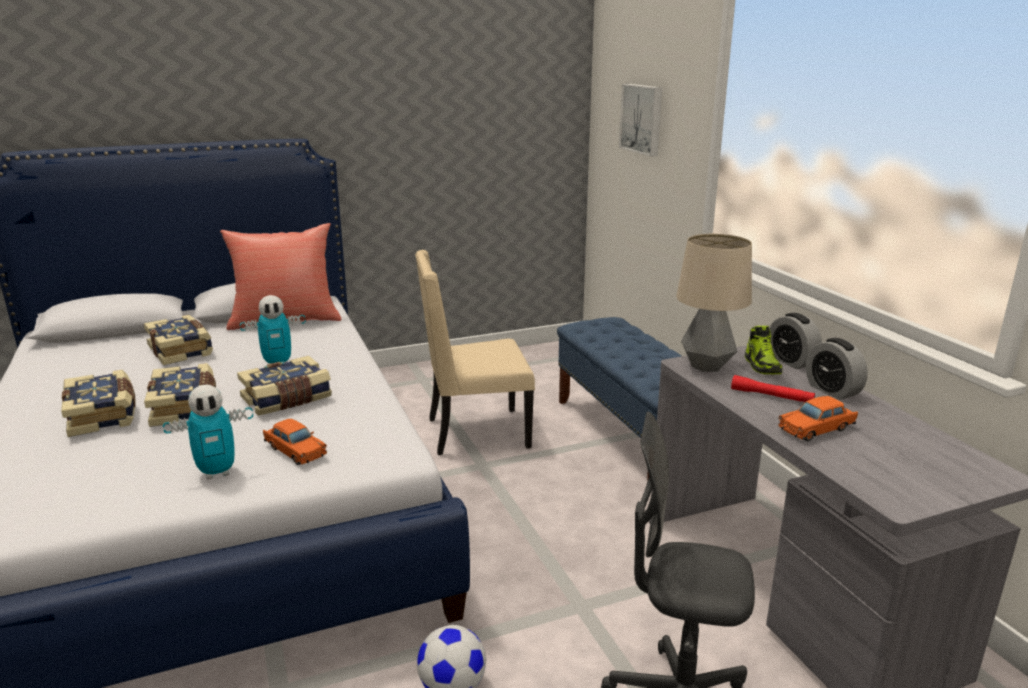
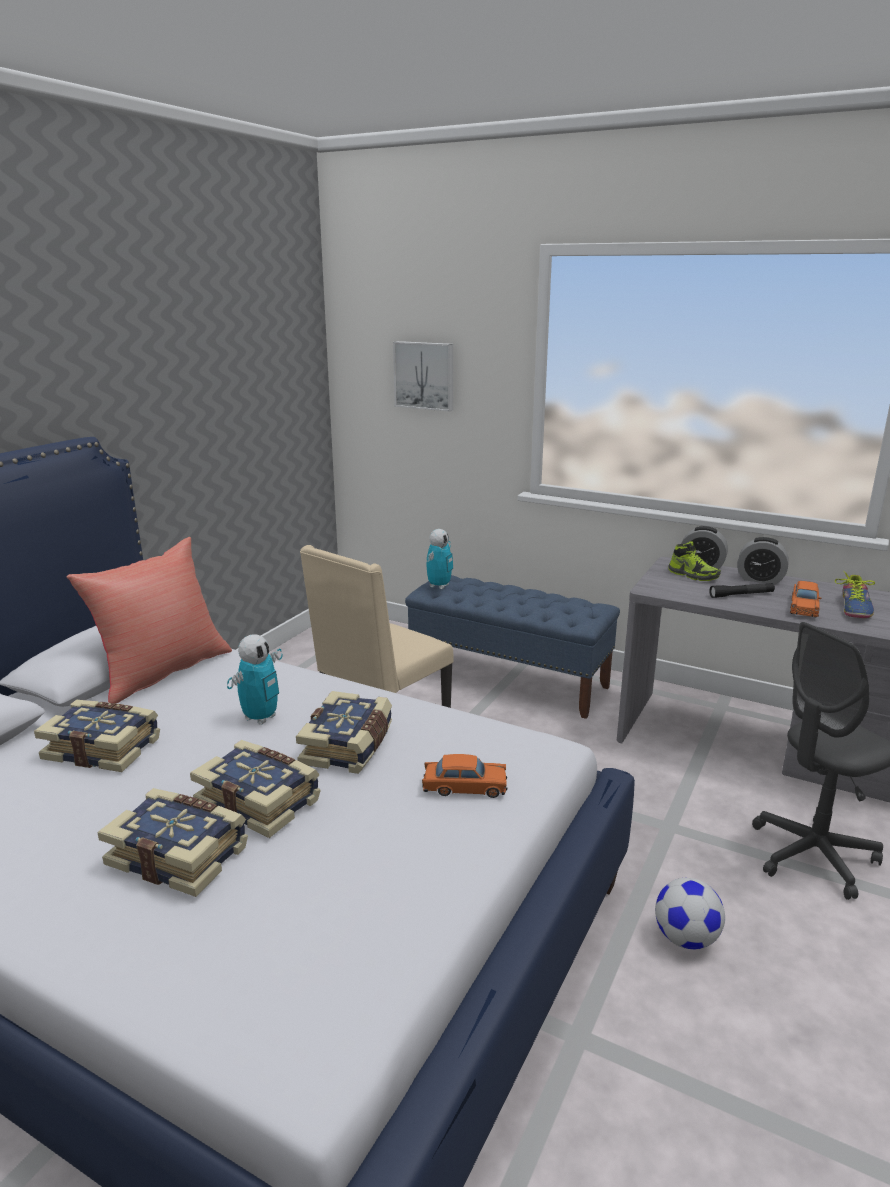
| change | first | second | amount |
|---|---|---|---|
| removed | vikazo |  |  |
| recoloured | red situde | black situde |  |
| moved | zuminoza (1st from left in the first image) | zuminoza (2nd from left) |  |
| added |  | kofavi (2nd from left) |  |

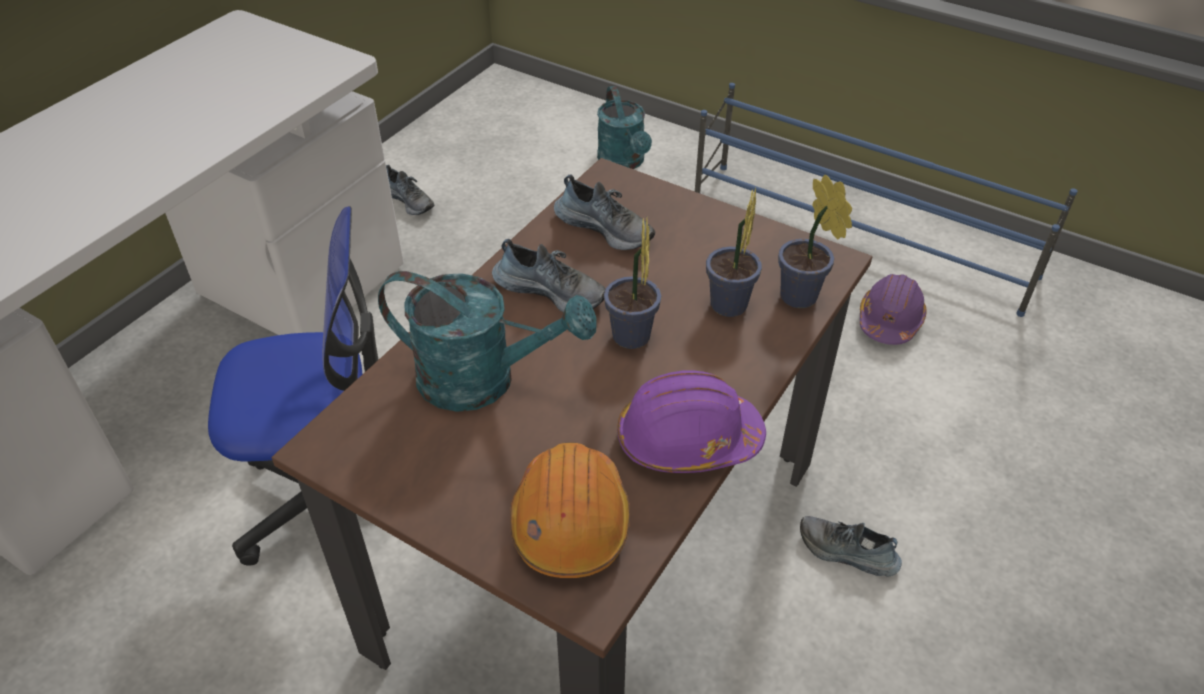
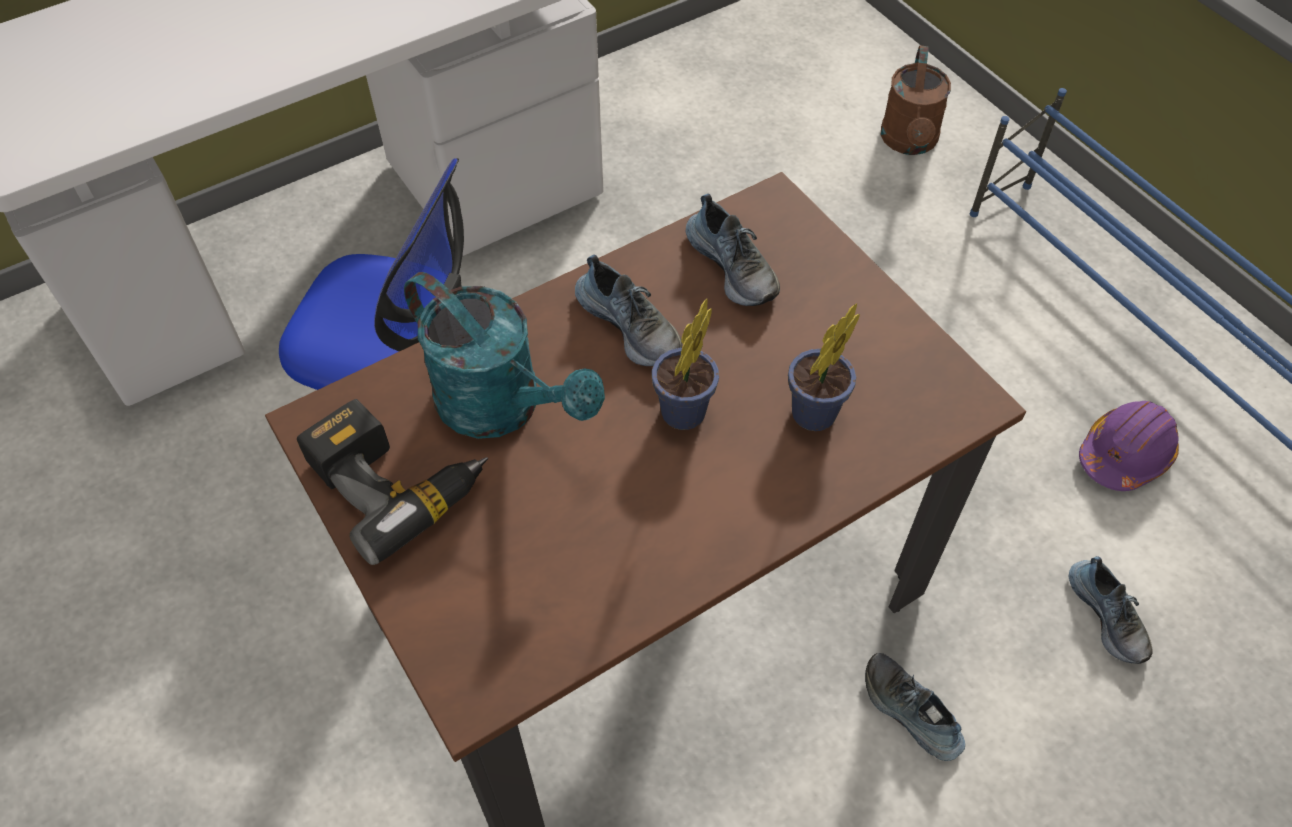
| change | first | second | amount |
|---|---|---|---|
| recoloured | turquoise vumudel (2nd from left) | brown vumudel |  |
| moved | kofavi (1st from left in the first image) | kofavi (4th from left) |  |
| removed | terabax (3rd from left) |  |  |
| removed | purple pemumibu (1st from left) |  |  |
| removed | orange pemumibu |  |  |
| added |  | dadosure |  |

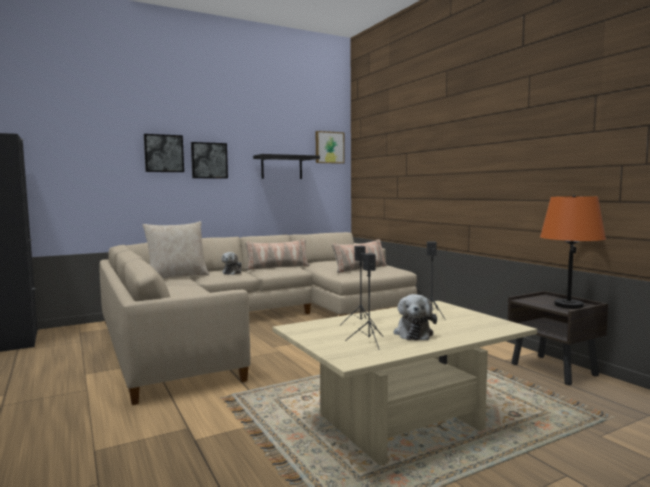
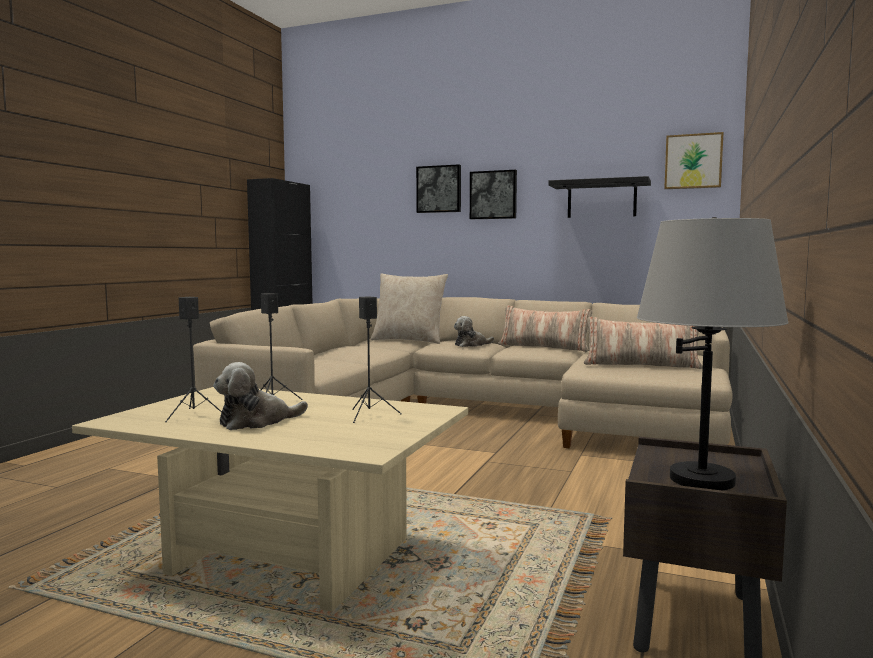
| change | first | second | amount |
|---|---|---|---|
| recoloured | orange vikazo | grey vikazo |  |

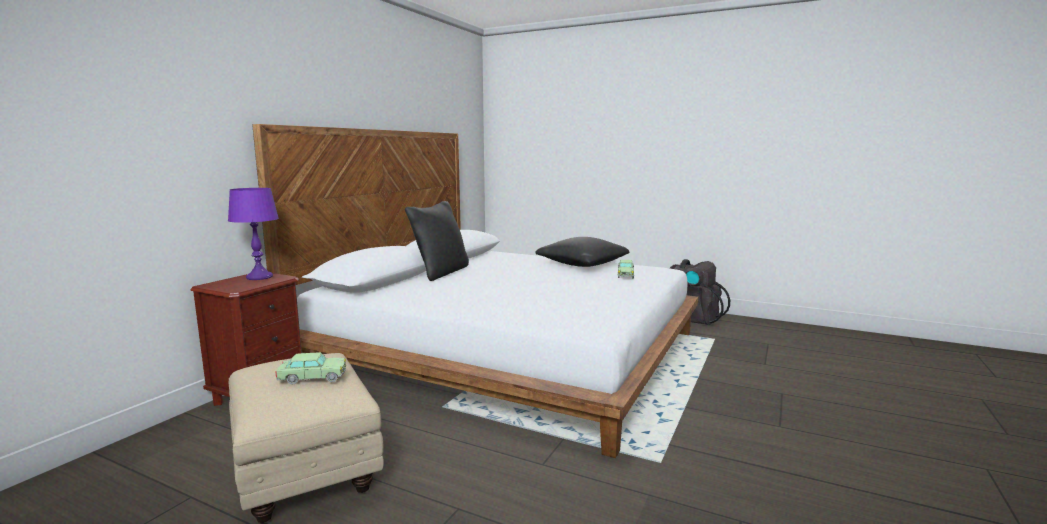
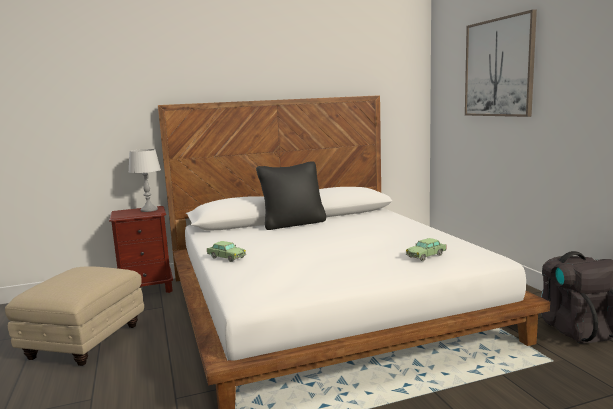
| change | first | second | amount |
|---|---|---|---|
| recoloured | purple vikazo | grey vikazo |  |
| removed | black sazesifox (2nd from left) |  |  |
| moved | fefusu (1st from left) |  |  |
| added |  | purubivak |  |

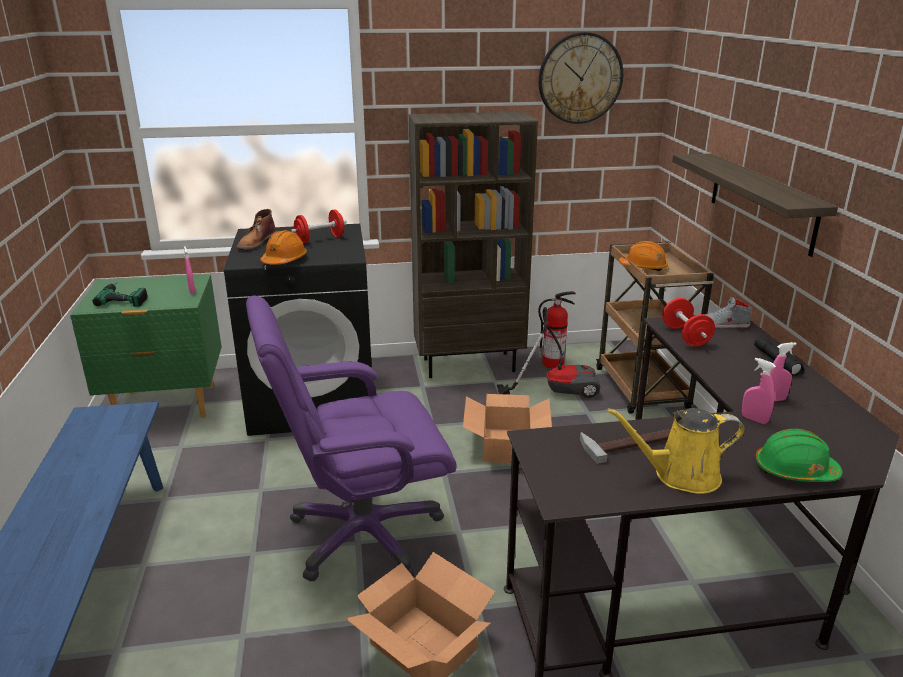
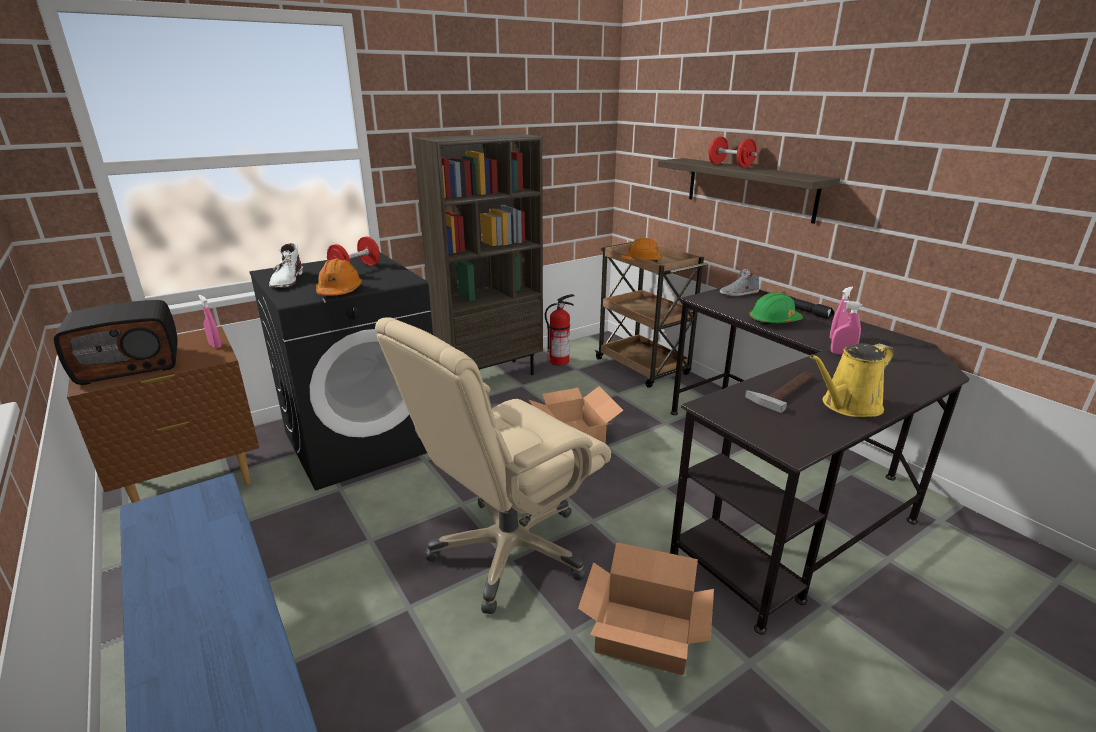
| change | first | second | amount |
|---|---|---|---|
| removed | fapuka |  |  |
| recoloured | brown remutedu | white remutedu |  |
| recoloured | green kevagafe | brown kevagafe |  |
| replaced | dadosure | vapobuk |  |
| recoloured | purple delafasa | beige delafasa |  |
| moved | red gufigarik (2nd from left) |  |  |
| removed | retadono |  |  |
| moved | green pemumibu |  |  |

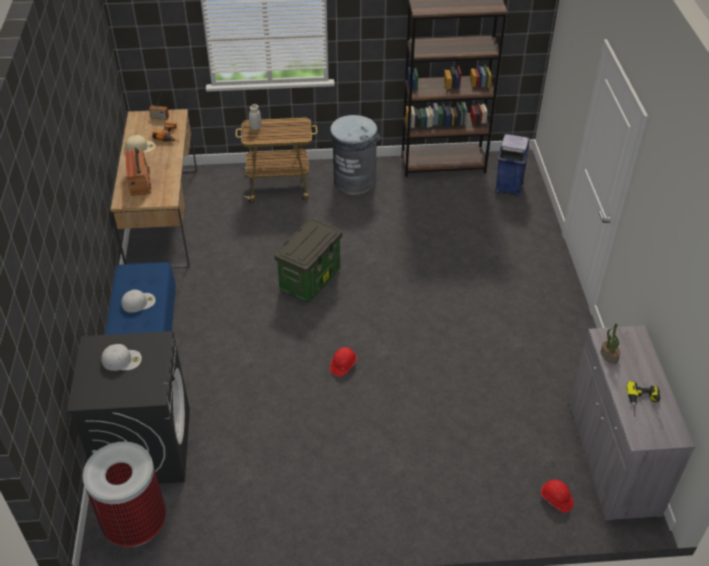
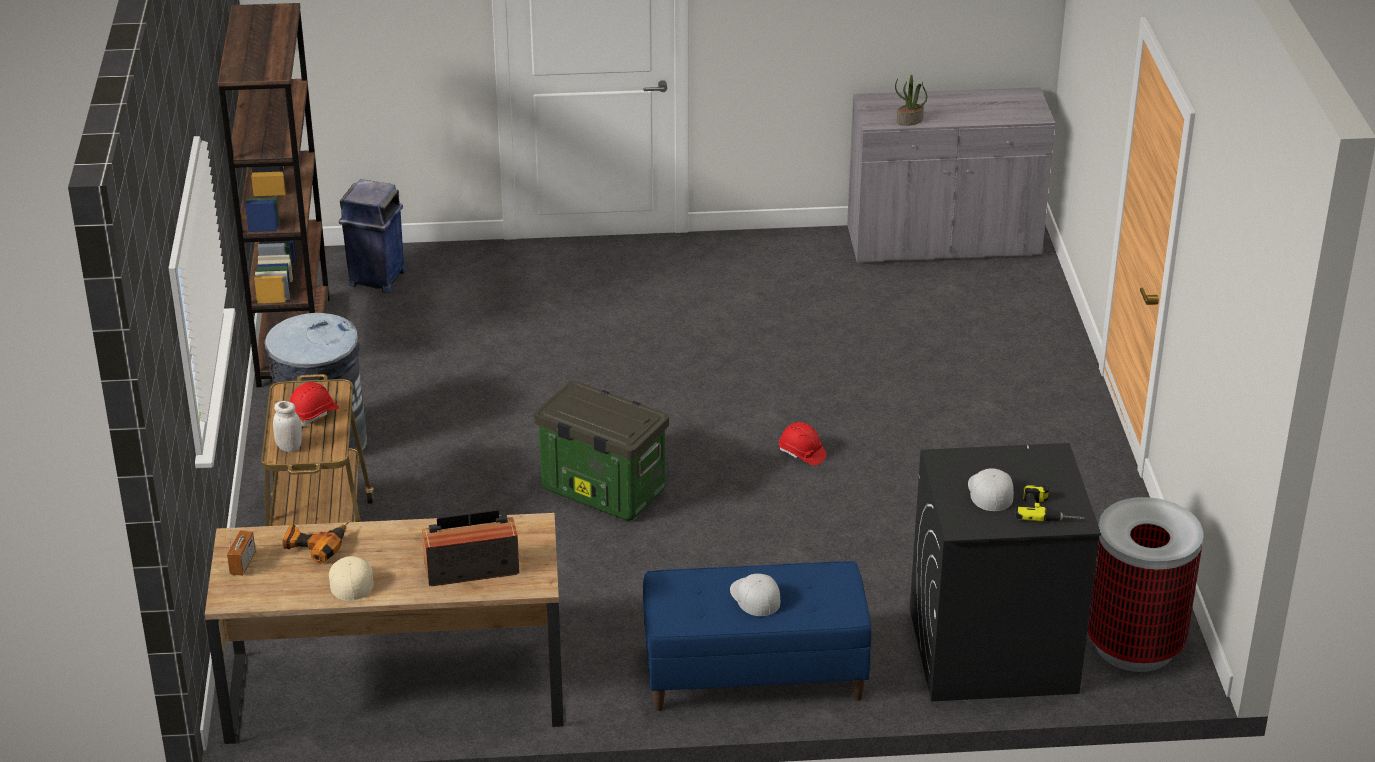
| change | first | second | amount |
|---|---|---|---|
| moved | dadosure (2nd from left) |  |  |
| moved | red pemumibu (2nd from left in the first image) | red pemumibu (1st from left) |  |

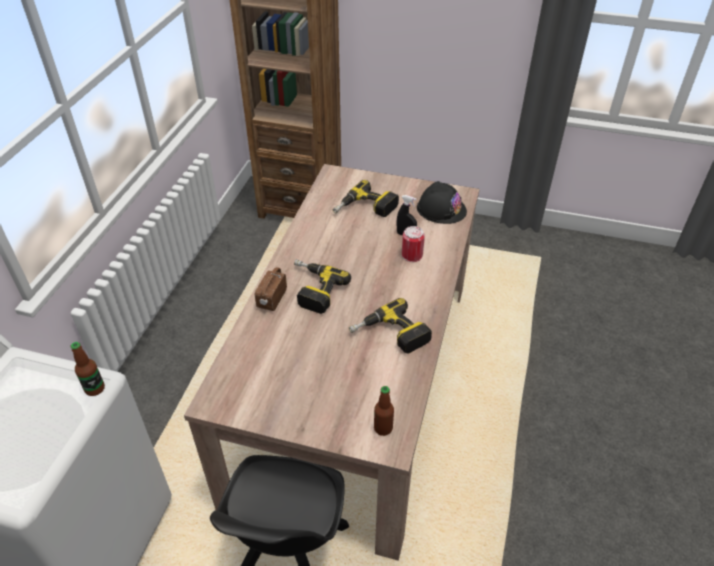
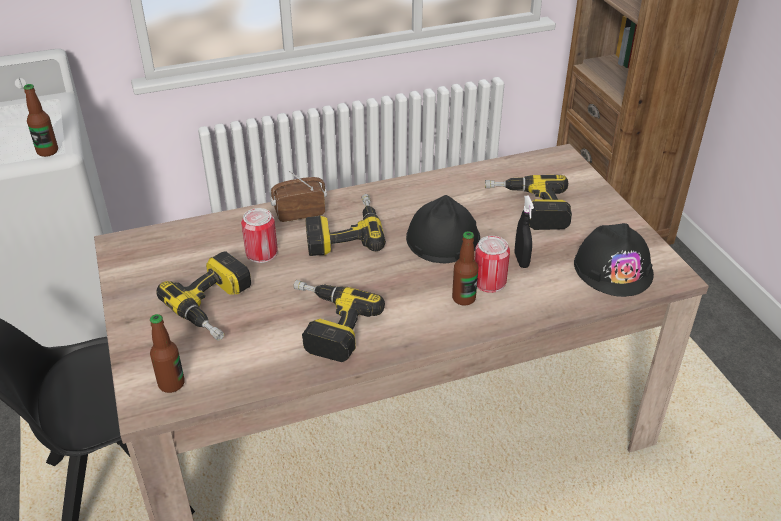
| change | first | second | amount |
|---|---|---|---|
| added |  | black pemumibu (1st from left) |  |
| added |  | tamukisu (1st from left) |  |
| added |  | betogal (3rd from left) |  |
| added |  | dadosure (1st from left) |  |

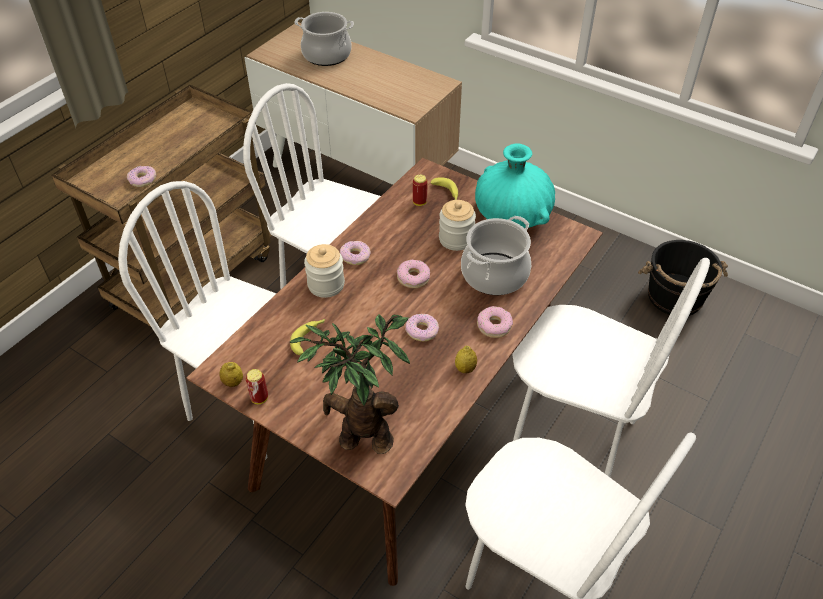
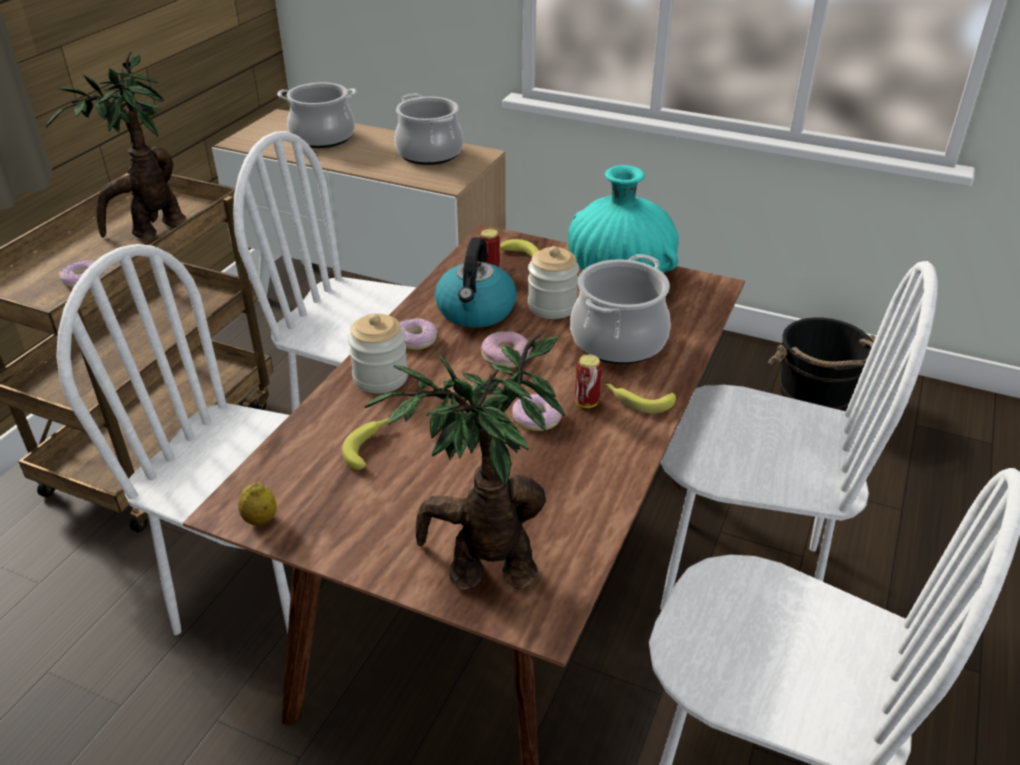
| change | first | second | amount |
|---|---|---|---|
| replaced | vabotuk (5th from left) | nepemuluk (3rd from left) |  |
| removed | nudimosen (2nd from left) |  |  |
| moved | tamukisu (1st from left in the first image) | tamukisu (2nd from left) |  |
| added |  | terabax (1st from left) |  |
| added |  | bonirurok (2nd from left) |  |
| added |  | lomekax |  |

